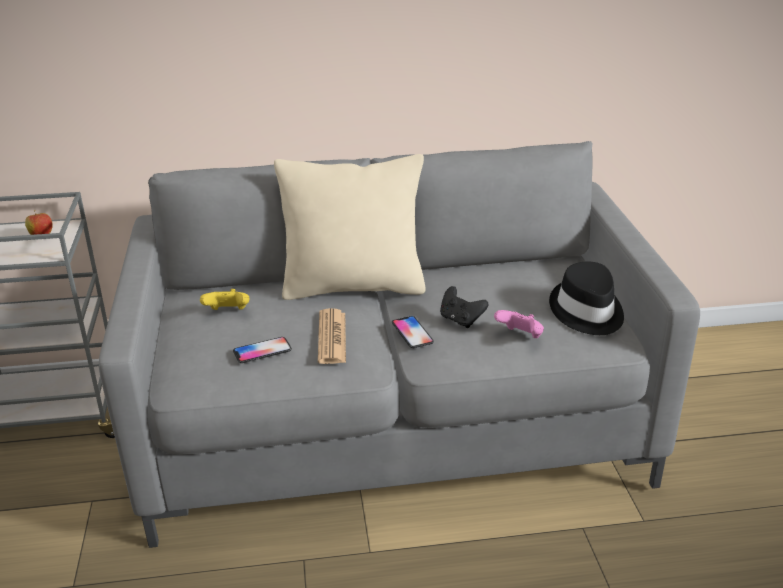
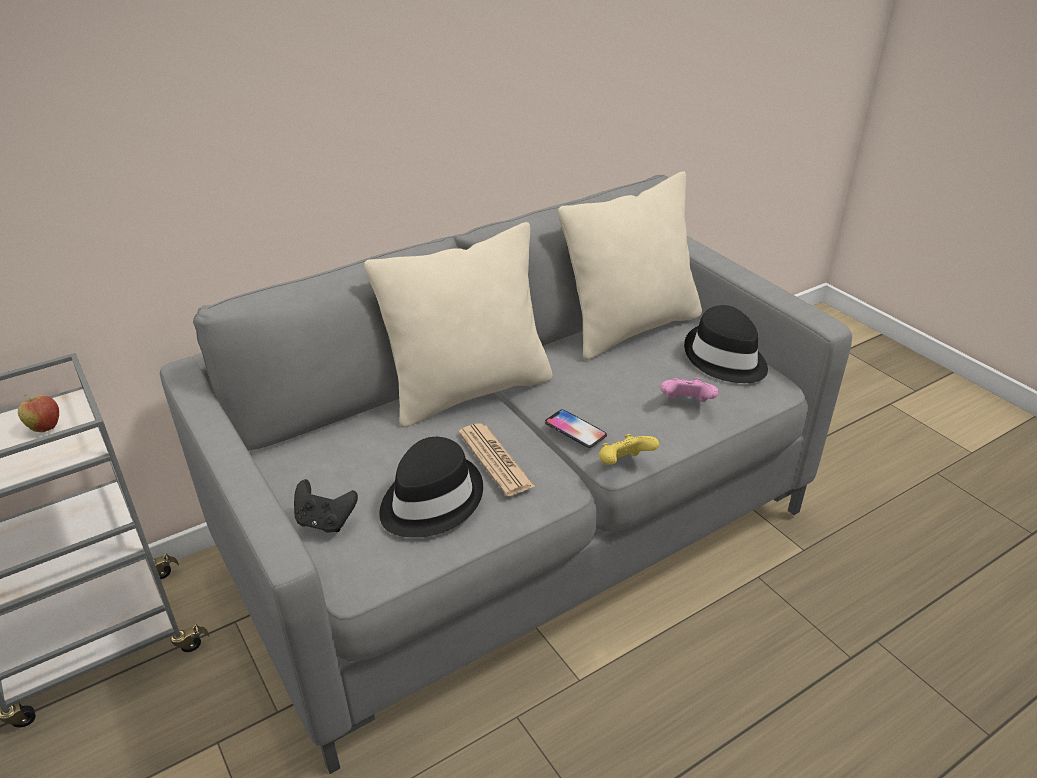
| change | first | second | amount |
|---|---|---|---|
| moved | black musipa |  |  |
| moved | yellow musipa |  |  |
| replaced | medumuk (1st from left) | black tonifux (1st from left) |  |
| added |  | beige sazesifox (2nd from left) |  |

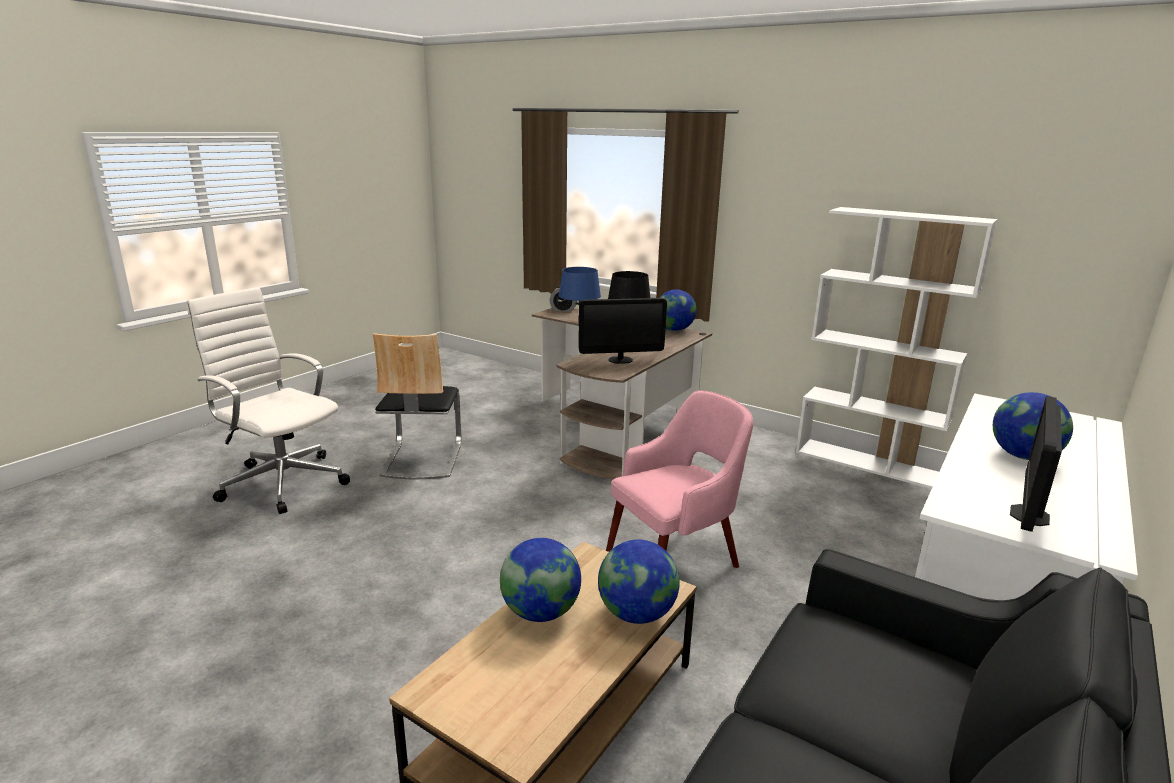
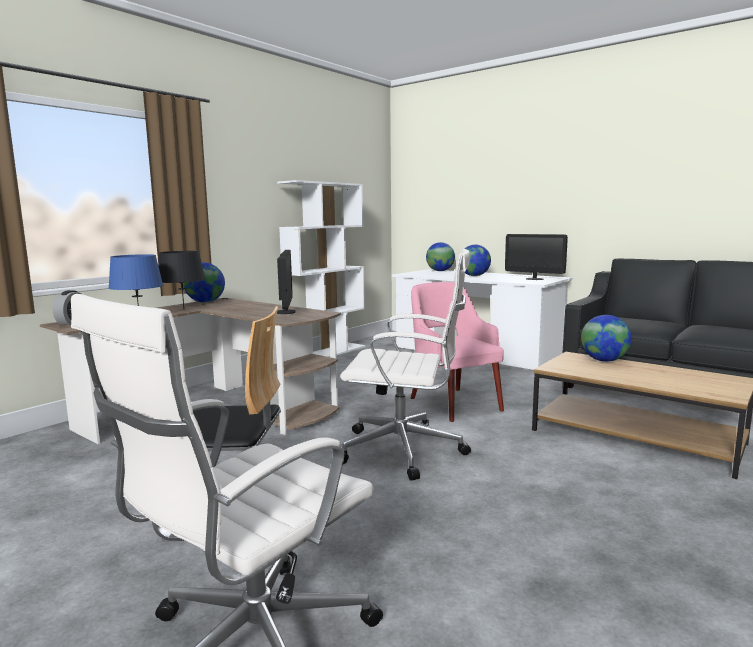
| change | first | second | amount |
|---|---|---|---|
| moved | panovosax (1st from left in the first image) | panovosax (2nd from left) |  |
| added |  | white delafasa (2nd from left) |  |

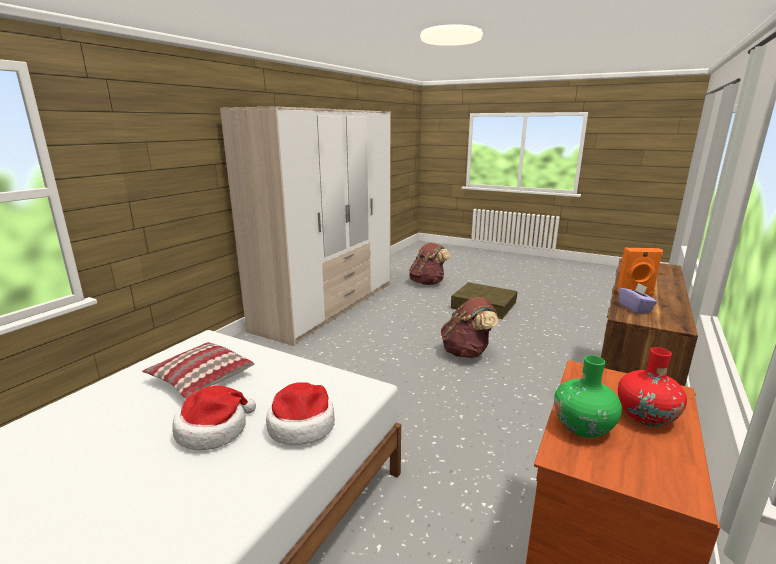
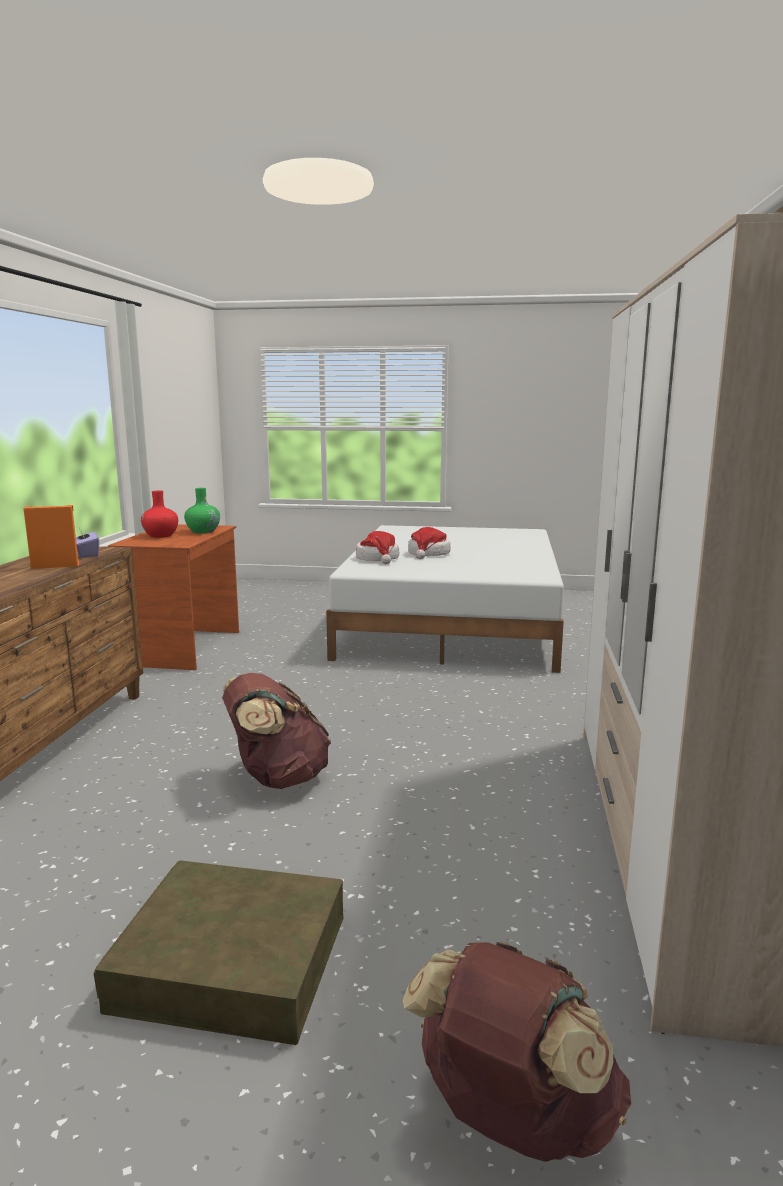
| change | first | second | amount |
|---|---|---|---|
| removed | sazesifox |  |  |

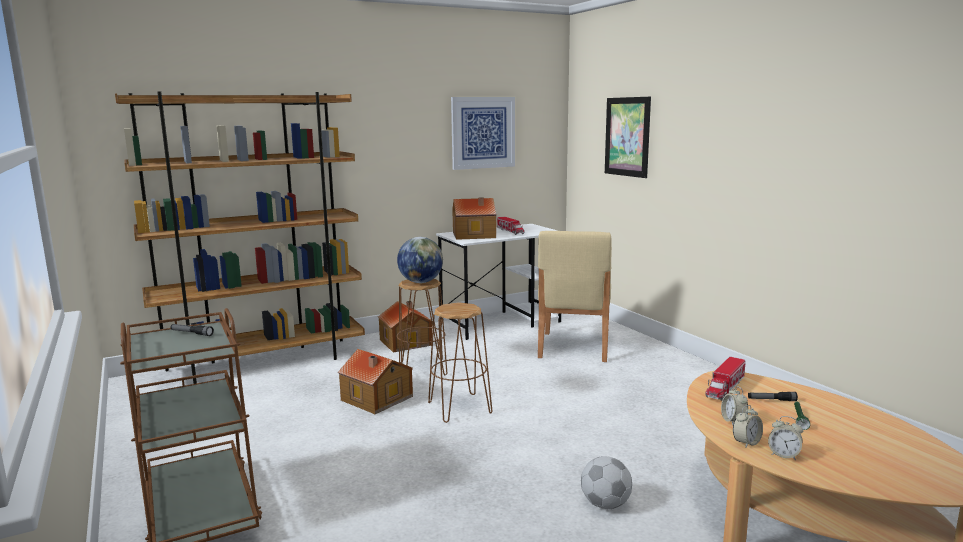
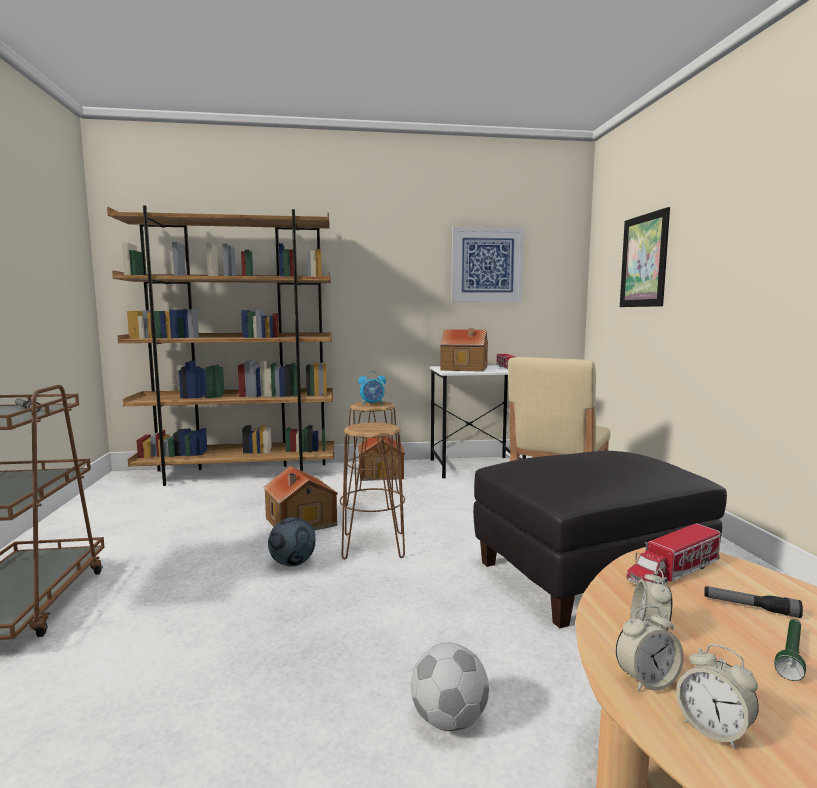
| change | first | second | amount |
|---|---|---|---|
| replaced | panovosax | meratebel (1st from left) |  |
| added |  | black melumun |  |
| added |  | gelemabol (1st from left) |  |

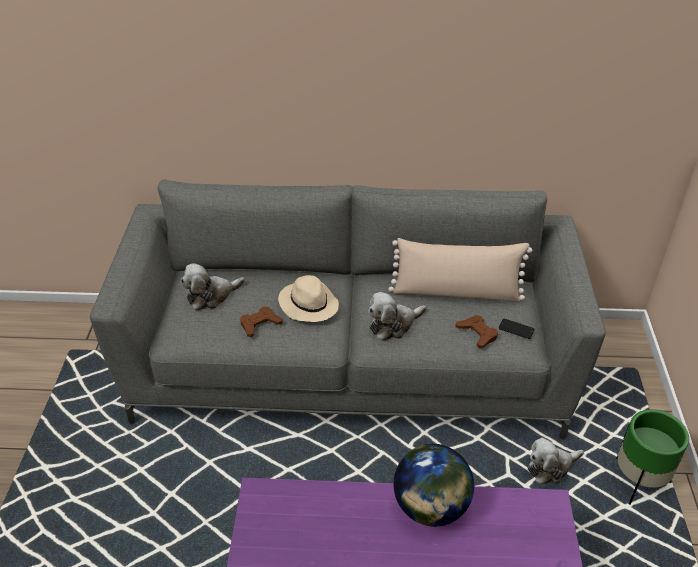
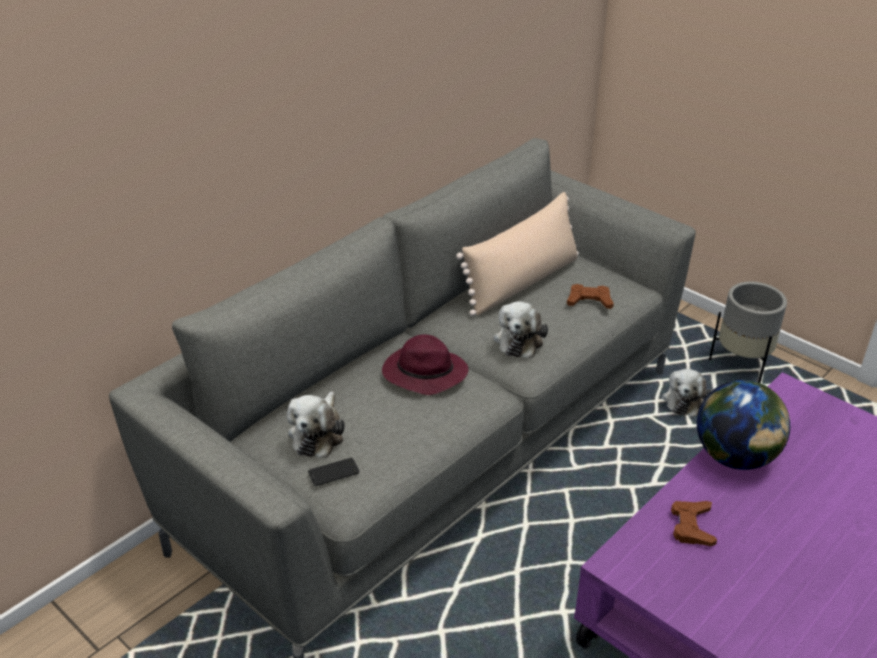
| change | first | second | amount |
|---|---|---|---|
| recoloured | beige tonifux | purple tonifux |  |
| moved | brown musipa (1st from left in the first image) | brown musipa (2nd from left) |  |
| moved | medumuk |  |  |
| recoloured | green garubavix | grey garubavix |  |

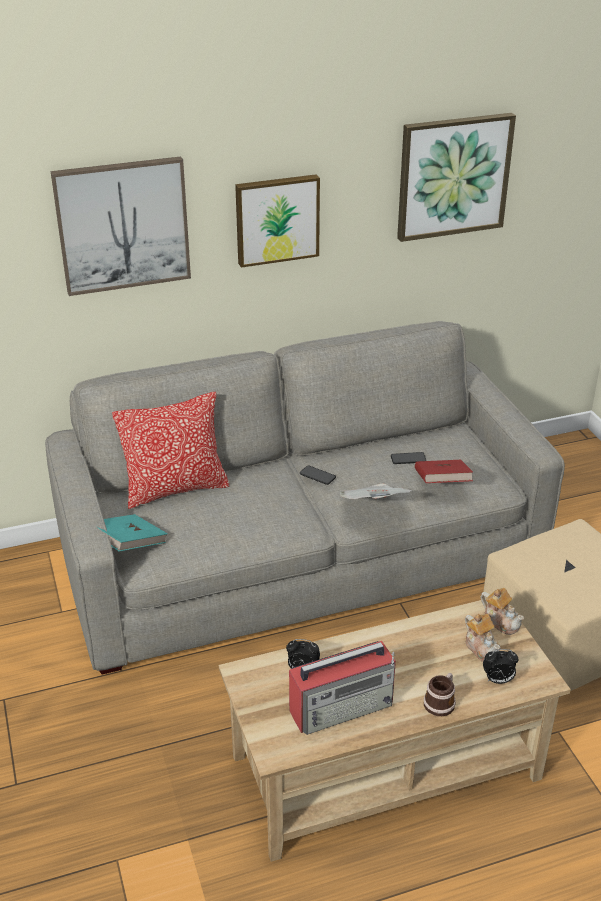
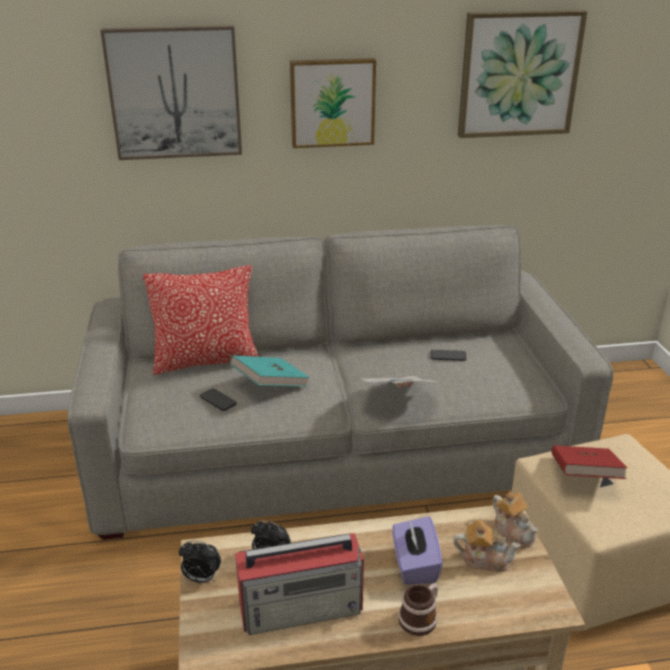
| change | first | second | amount |
|---|---|---|---|
| moved | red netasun |  |  |
| moved | medumuk (1st from left) |  |  |
| moved | turquoise netasun |  |  |
| turned | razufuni (1st from left) |  | 60 degrees counterclockwise |
| moved | meratebel (2nd from left in the first image) | meratebel (1st from left) |  |
| added |  | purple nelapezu |  |

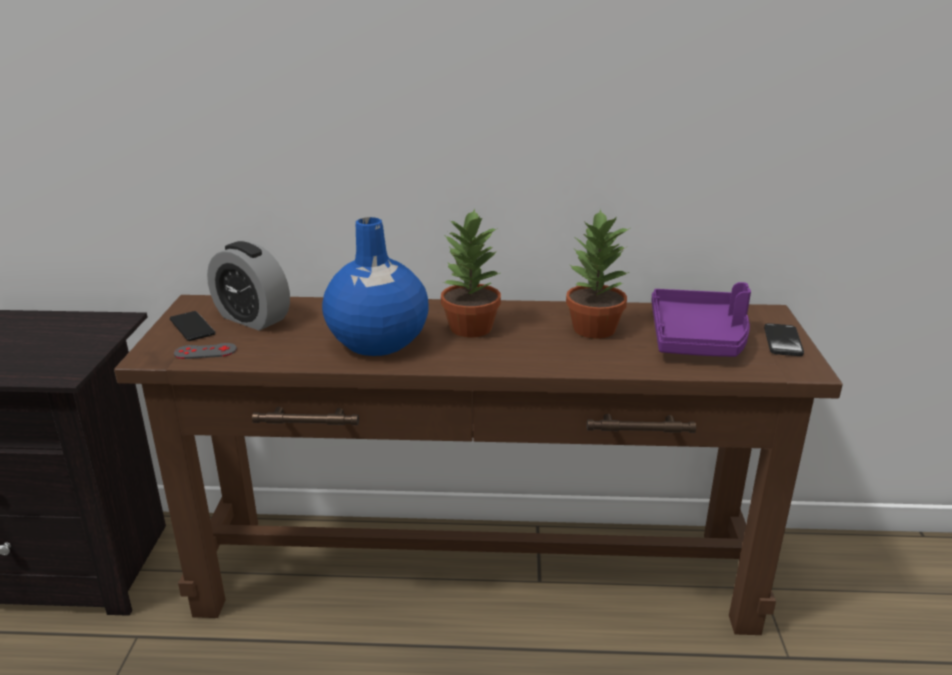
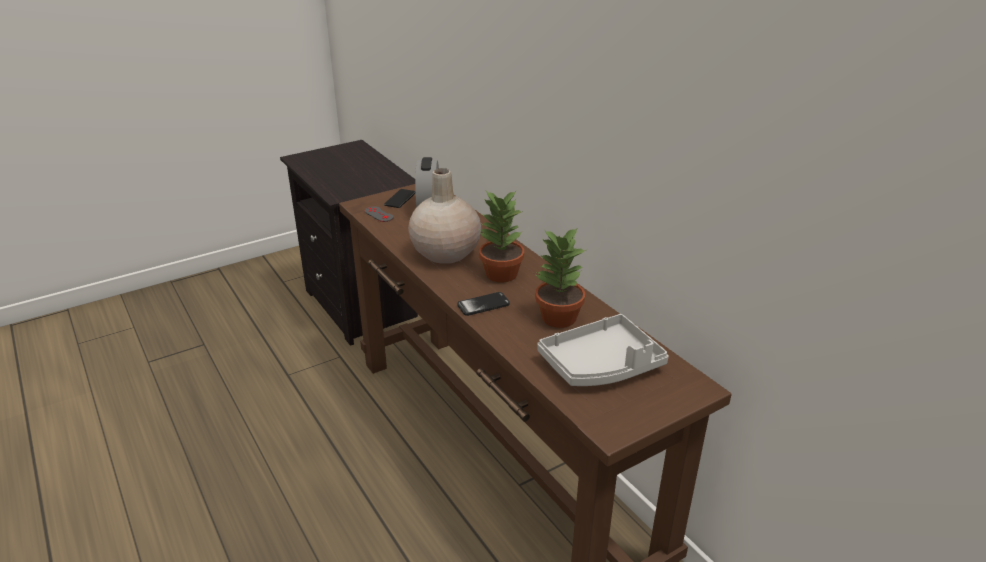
| change | first | second | amount |
|---|---|---|---|
| recoloured | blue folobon | beige folobon |  |
| recoloured | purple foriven | grey foriven |  |
| moved | medumuk (2nd from left) |  |  |

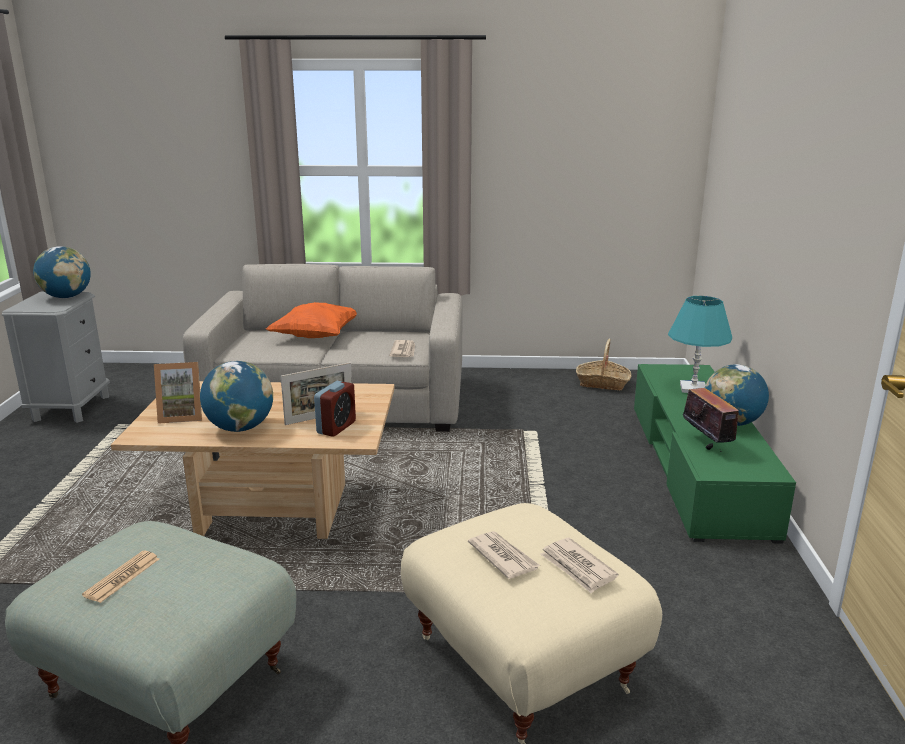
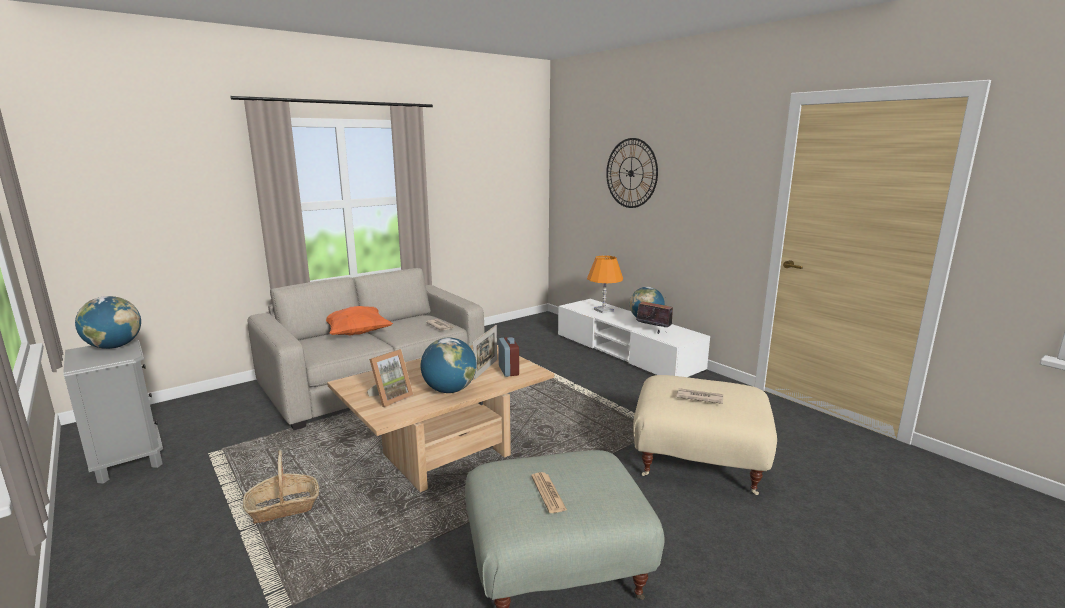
| change | first | second | amount |
|---|---|---|---|
| recoloured | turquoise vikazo | orange vikazo |  |
| moved | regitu |  |  |
| recoloured | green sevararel | white sevararel |  |
| removed | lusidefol (4th from left) |  |  |
| added |  | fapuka |  |

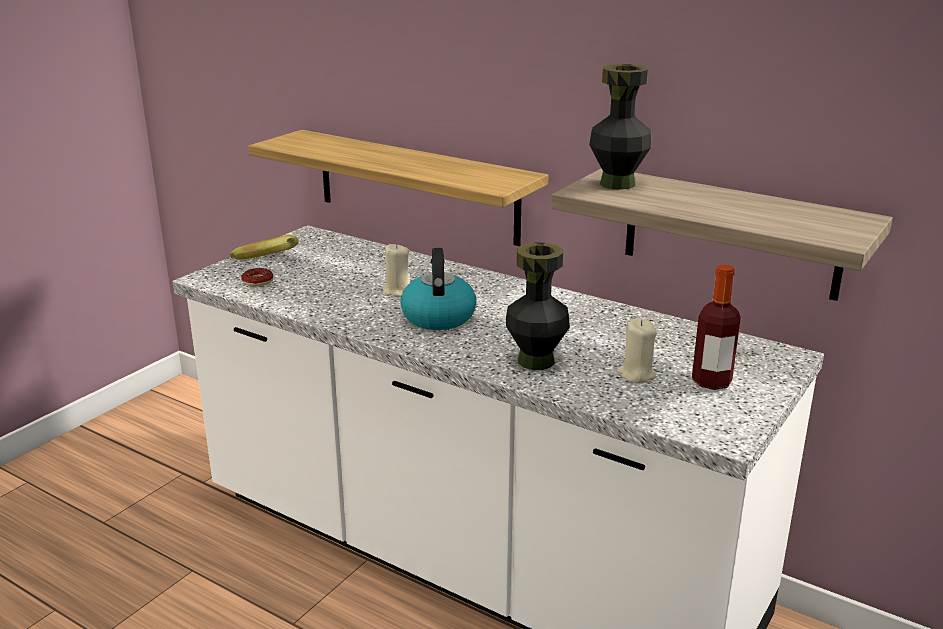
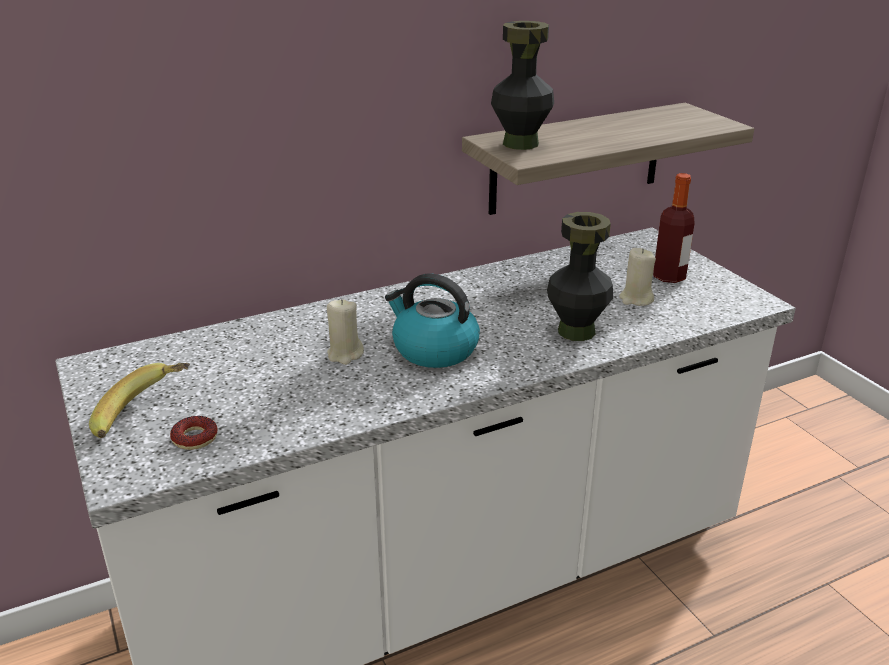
| change | first | second | amount |
|---|---|---|---|
| removed | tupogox (1st from left) |  |  |

